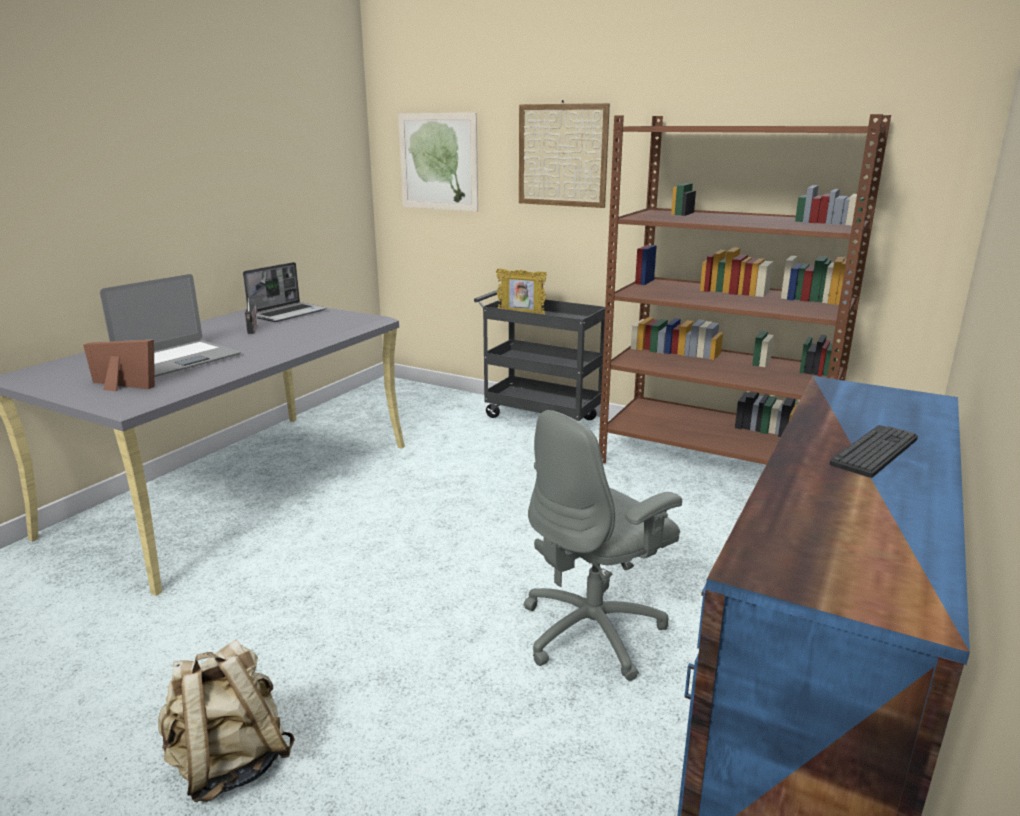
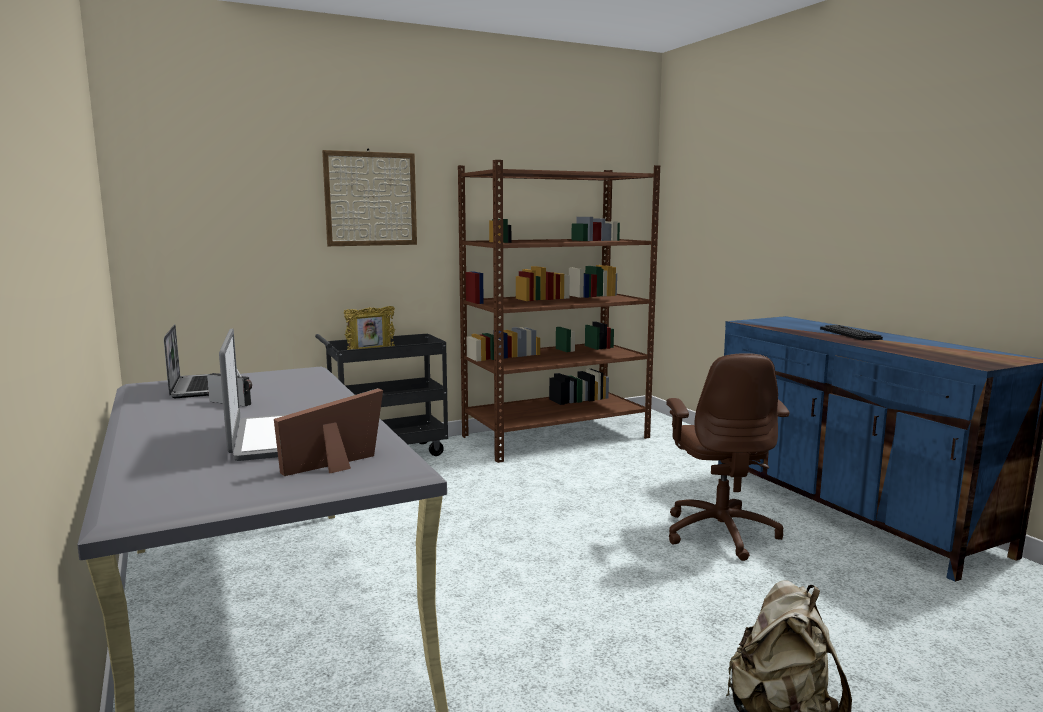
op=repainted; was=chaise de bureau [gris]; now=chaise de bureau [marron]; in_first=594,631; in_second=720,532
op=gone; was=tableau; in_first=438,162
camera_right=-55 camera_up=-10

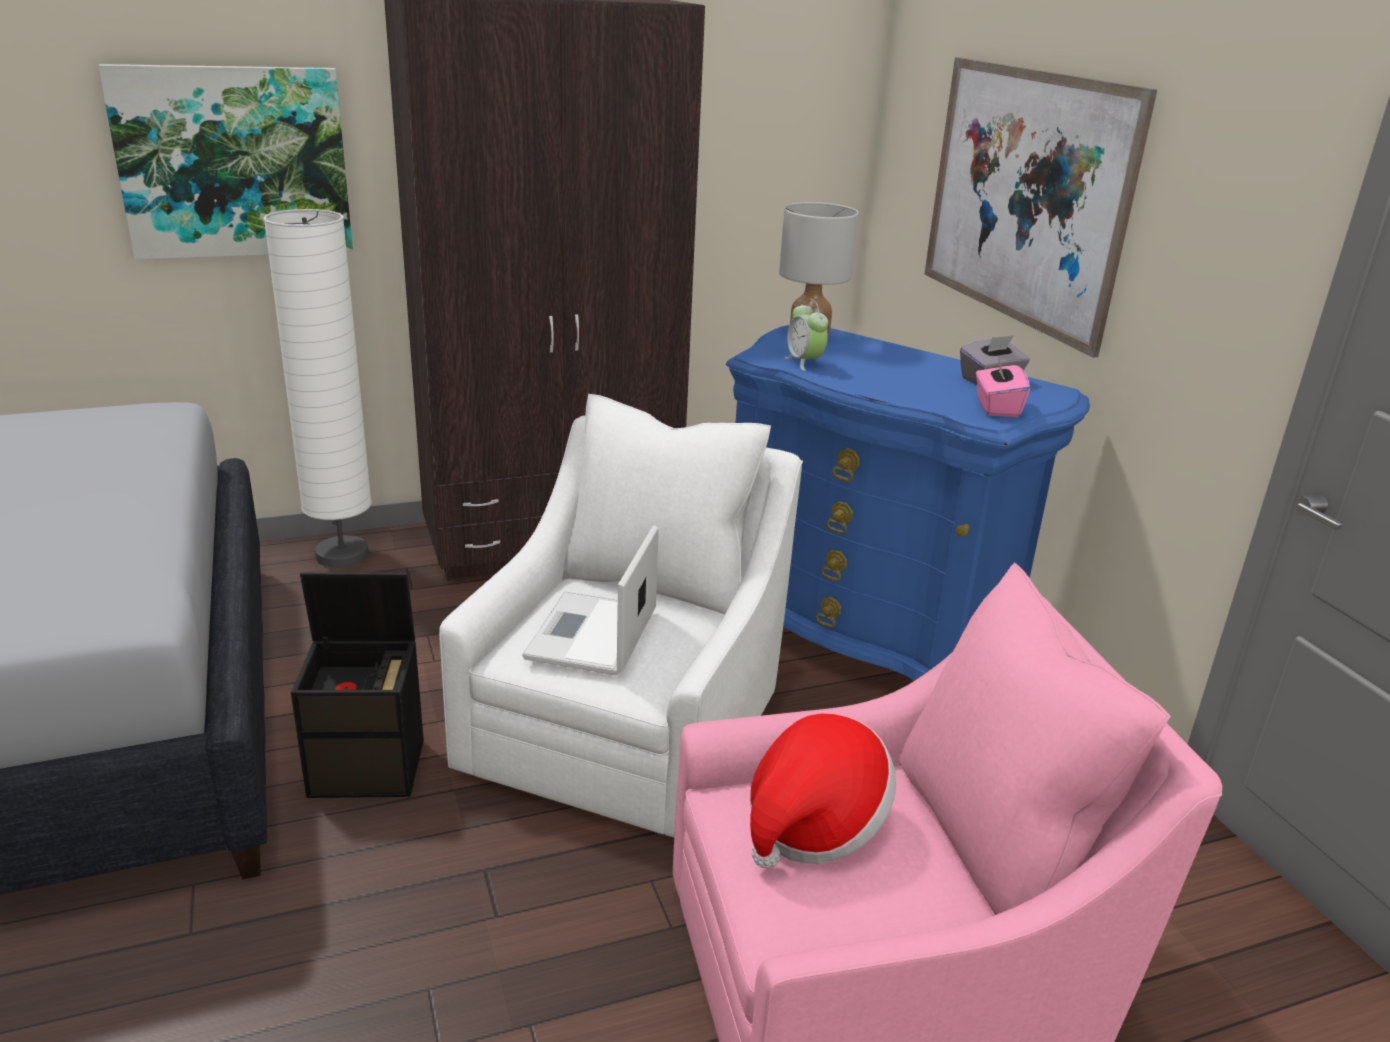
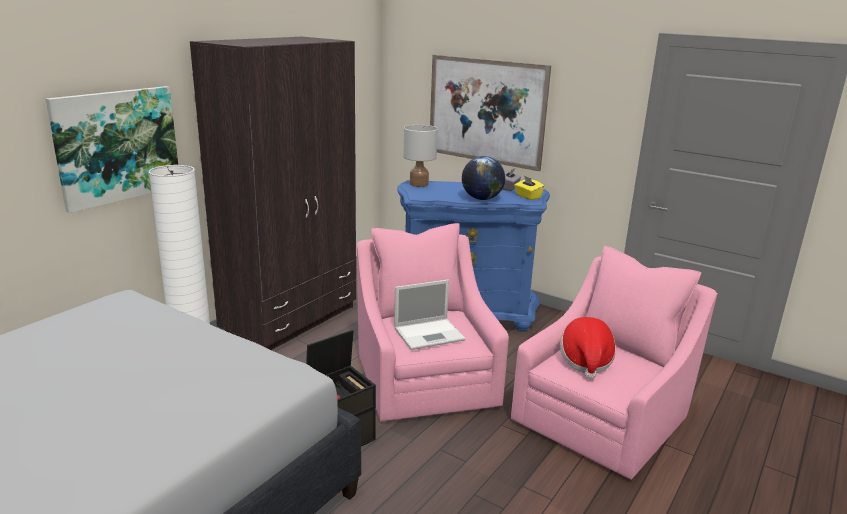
op=repainted; was=fauteuil [blanc]; now=fauteuil [rose]; in_first=630,725; in_second=424,378
op=rotated; was=ordinateur portable; in_first=591,636; in_second=430,334; clockwise=-90
op=new; now=globe; in_second=481,199
op=repainted; was=boîte à mouchoirs [rose]; now=boîte à mouchoirs [jaune]; in_first=996,407; in_second=527,197
op=gone; was=réveil; in_first=804,363
camera_right=-35 camera_up=-5

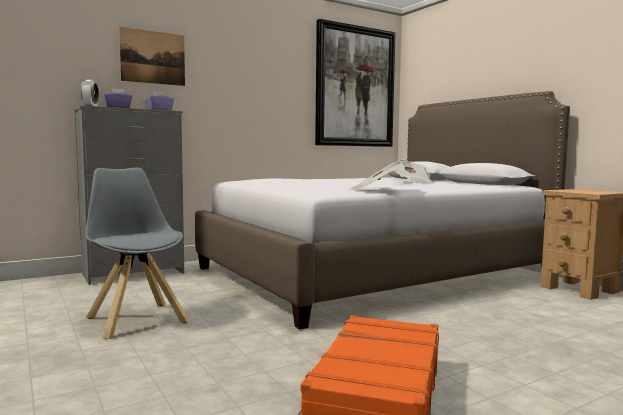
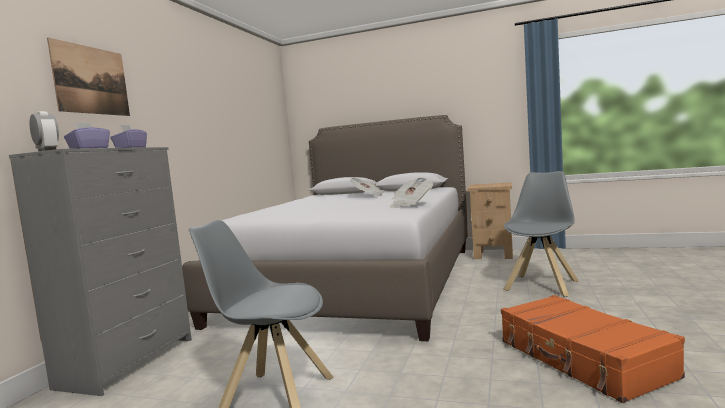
op=new; now=chaise [gris]; in_second=542,284
op=gone; was=tableau; in_first=355,87
camera_right=-40 camera_up=0

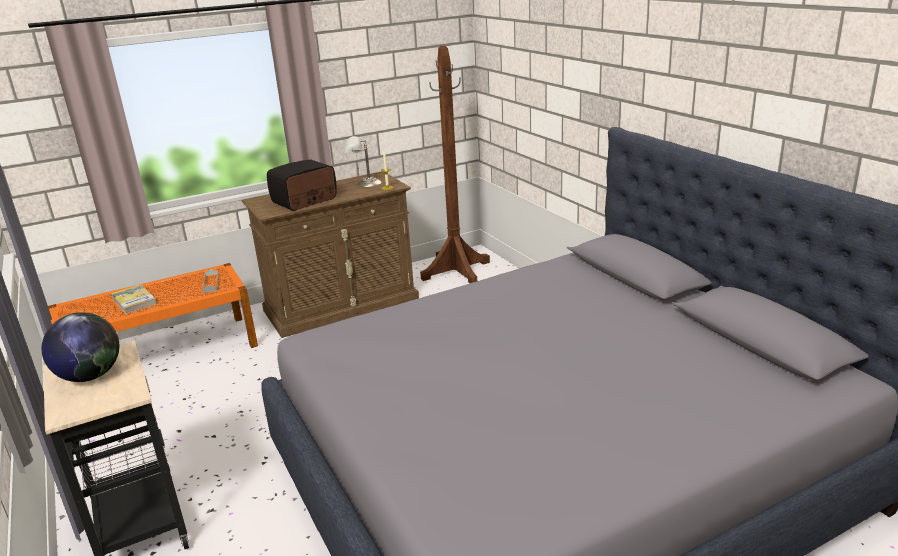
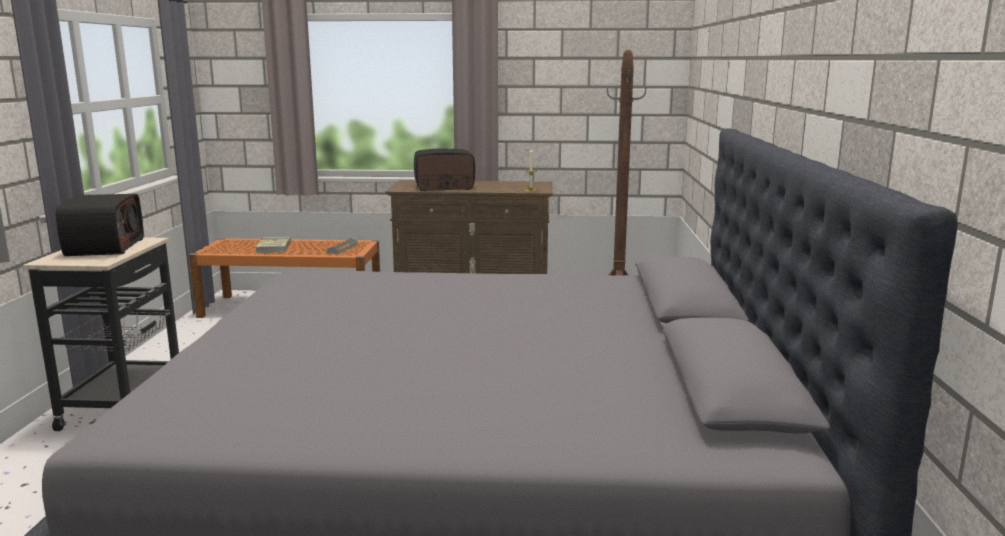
op=swapped; was=globe; now=radio; in_first=90,376; in_second=103,247
op=gone; was=lampe de table [blanc]; in_first=364,183
camera_right=30 camera_up=-10

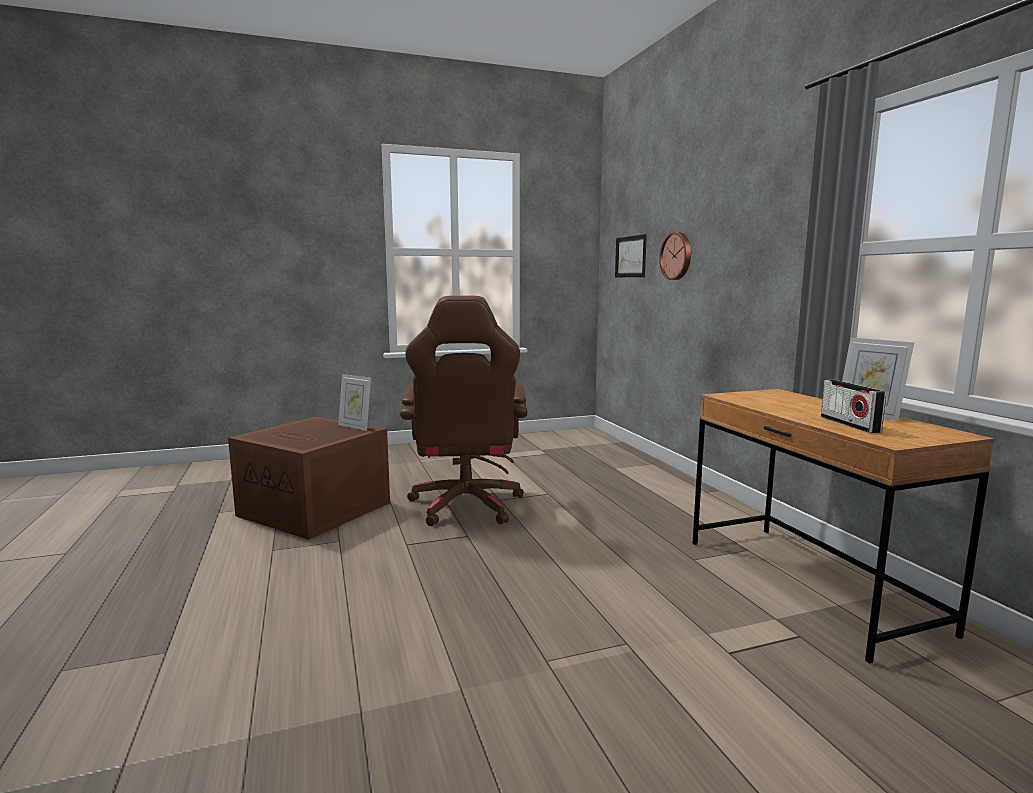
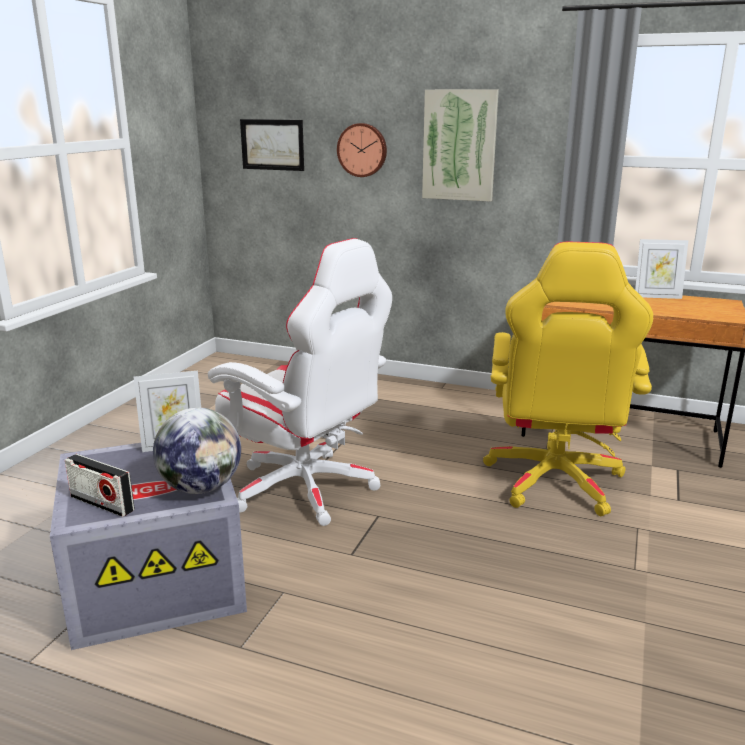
op=repainted; was=boîte de rangement [marron]; now=boîte de rangement [gris]; in_first=317,509; in_second=159,577
op=shifted; was=radio; in_first=849,424; in_second=102,503
op=new; now=globe; in_second=201,487
op=repainted; was=chaise de bureau [marron]; now=chaise de bureau [blanc]; in_first=466,505; in_second=303,488
op=new; now=tableau; in_second=459,145
op=new; now=chaise de bureau [jaune]; in_second=554,480
camera_right=-50 camera_up=10

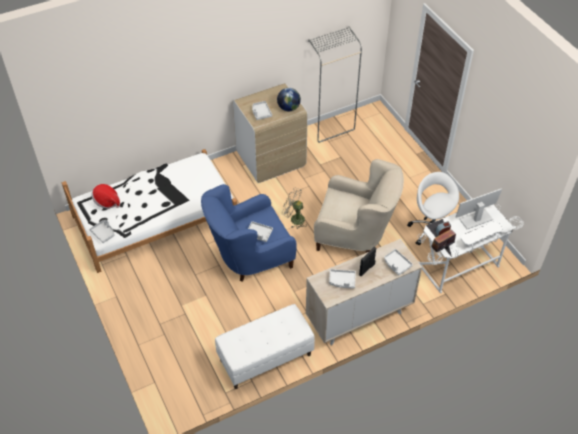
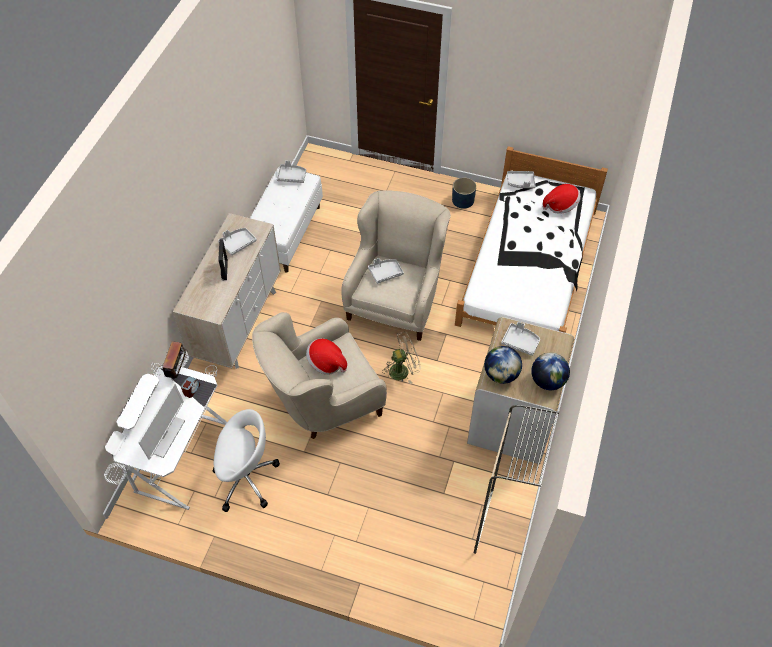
op=shifted; was=plateau [gris]; in_first=396,264; in_second=292,176
op=new; now=chapeau; in_second=326,363
op=repainted; was=fauteuil [bleu]; now=fauteuil [beige]; in_first=249,258; in_second=396,298
op=new; now=cache-pot [bleu]; in_second=463,200
op=new; now=globe; in_second=547,381
camera_right=135 camera_up=5

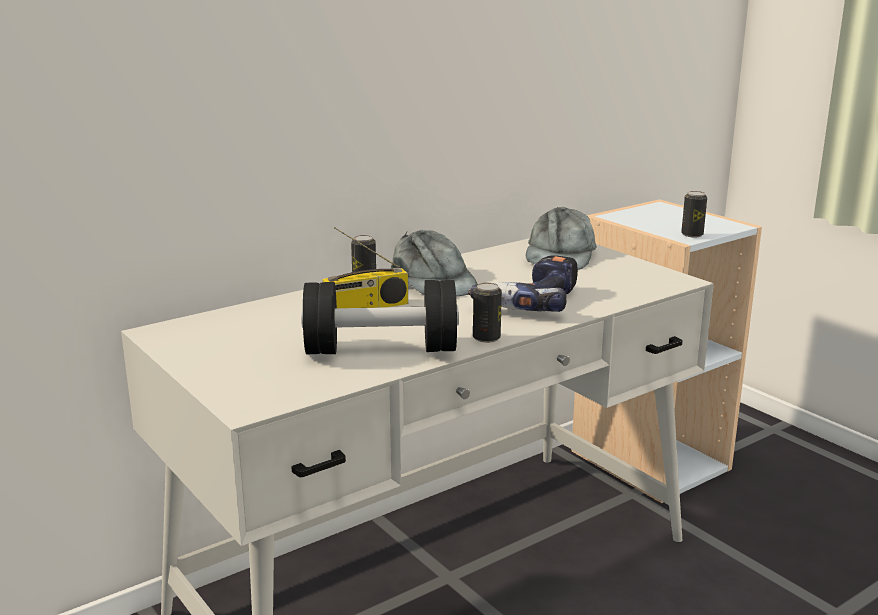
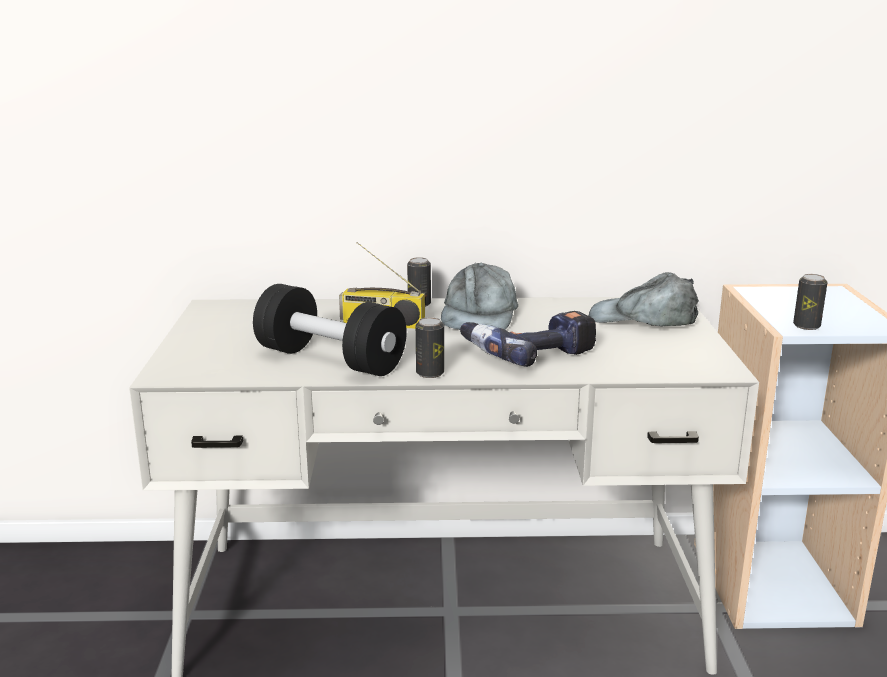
op=rotated; was=casquette [gris]; in_first=560,254; in_second=643,318; clockwise=60
camera_right=35 camera_up=0

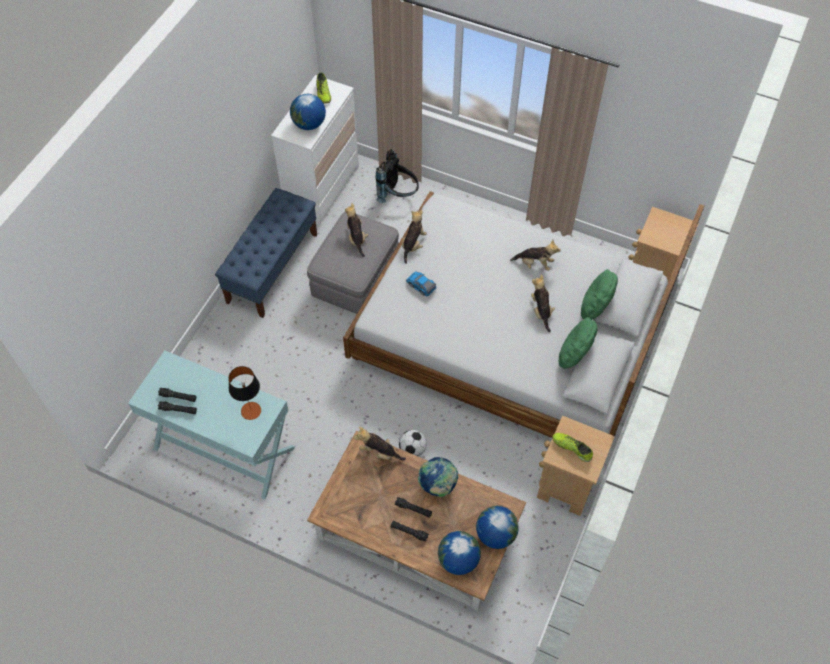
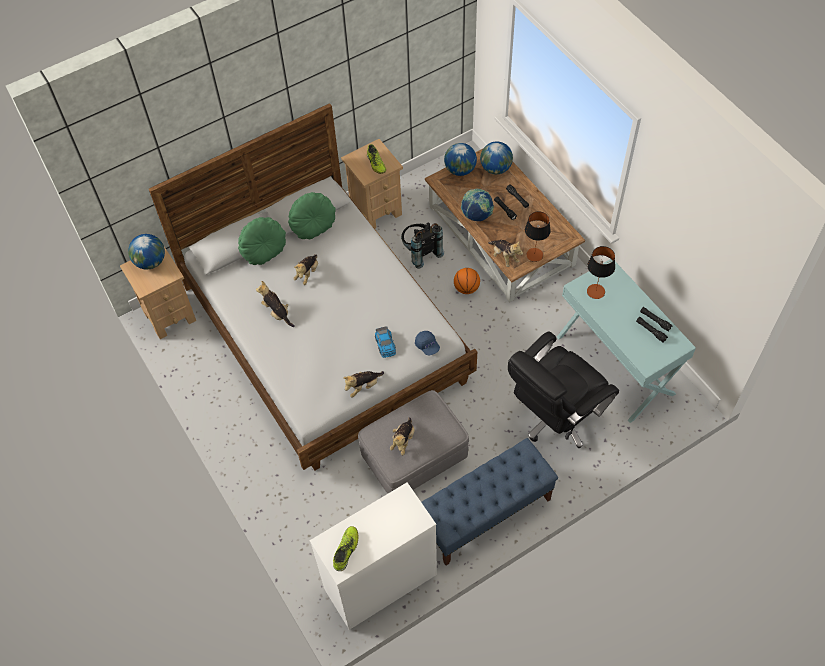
op=shifted; was=globe; in_first=309,124; in_second=150,262
op=shifted; was=sac à dos [noir]; in_first=398,195; in_second=420,252
op=new; now=casquette [bleu]; in_second=427,346
op=swapped; was=ballon de foot; now=ballon de basket; in_first=412,449; in_second=466,288
op=new; now=chaise de bureau [noir]; in_second=554,419
op=new; now=lampe de table; in_second=534,255
camera_right=-145 camera_up=0

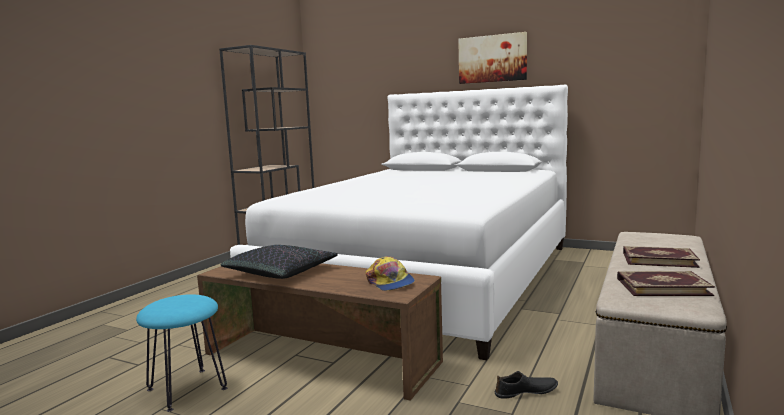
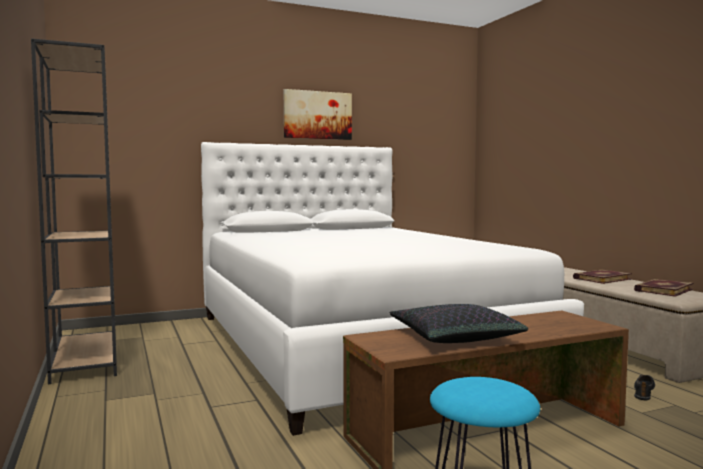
op=gone; was=casquette; in_first=390,282
camera_right=-50 camera_up=-5

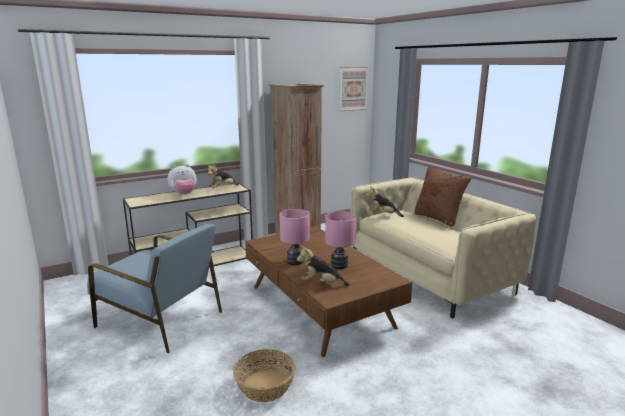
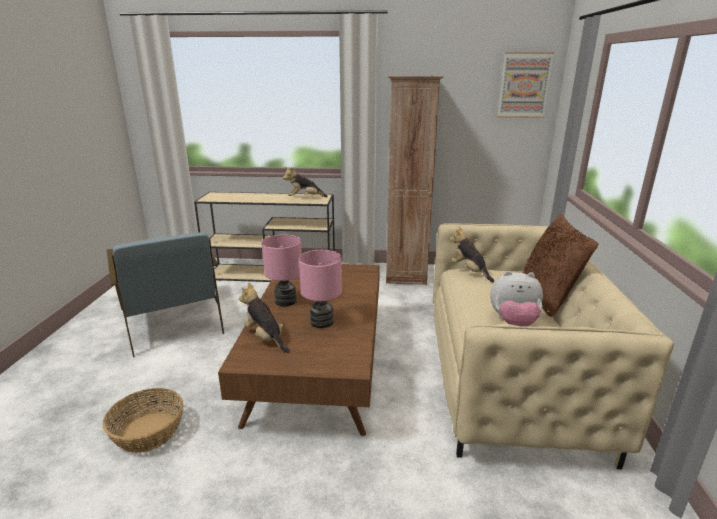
op=shifted; was=peluche; in_first=184,195; in_second=513,323
camera_right=35 camera_up=5

